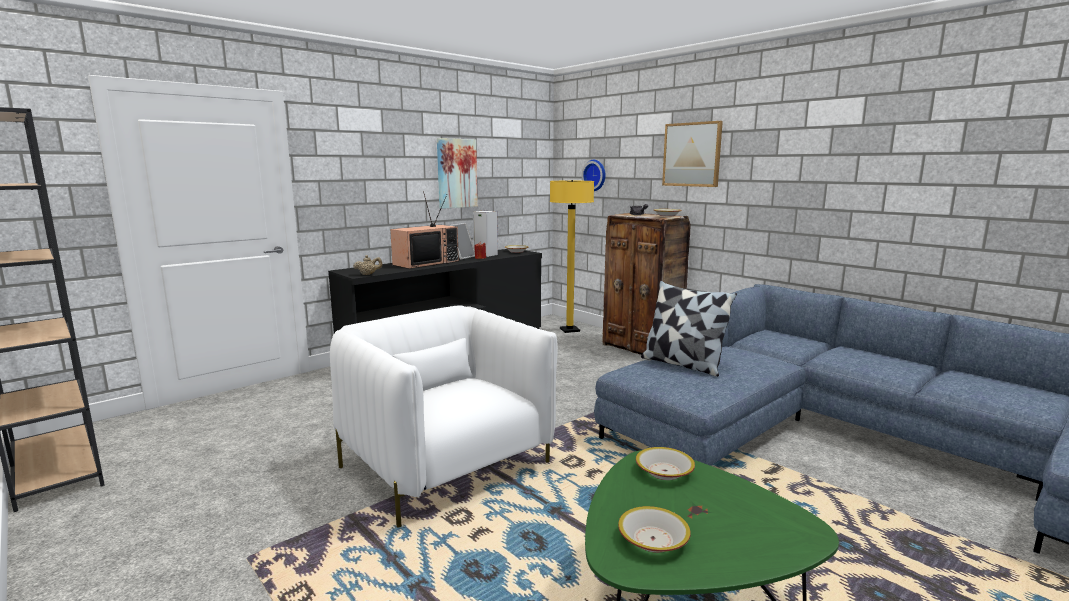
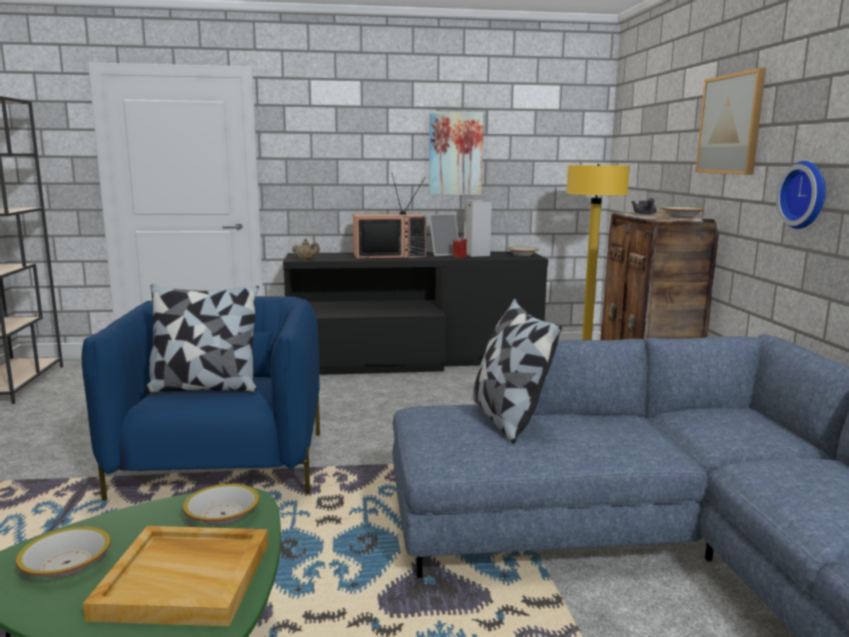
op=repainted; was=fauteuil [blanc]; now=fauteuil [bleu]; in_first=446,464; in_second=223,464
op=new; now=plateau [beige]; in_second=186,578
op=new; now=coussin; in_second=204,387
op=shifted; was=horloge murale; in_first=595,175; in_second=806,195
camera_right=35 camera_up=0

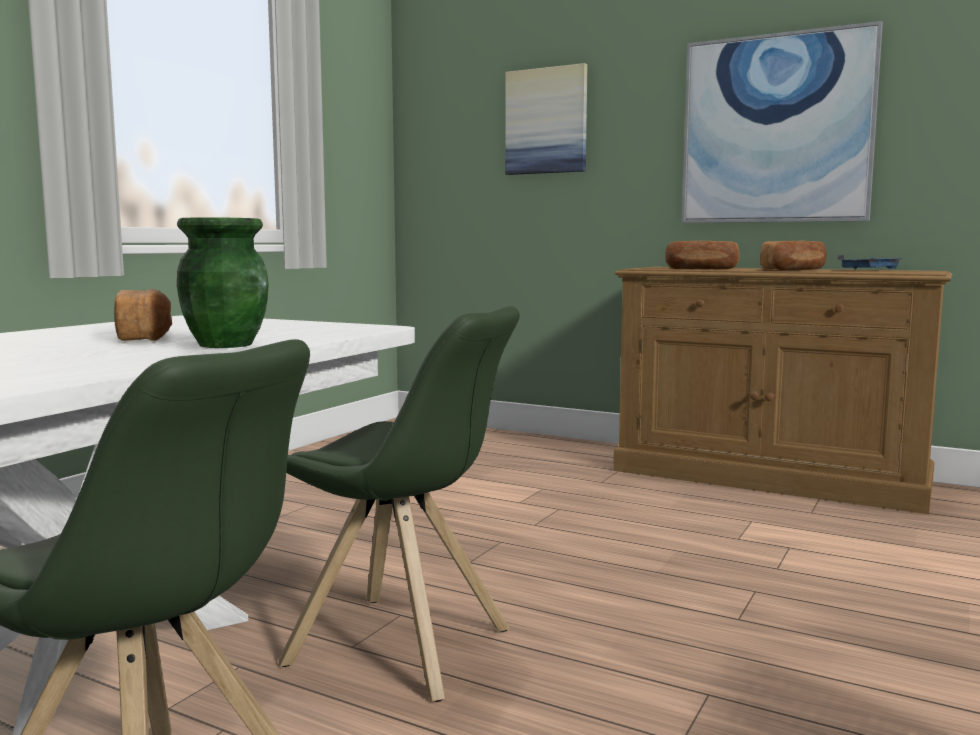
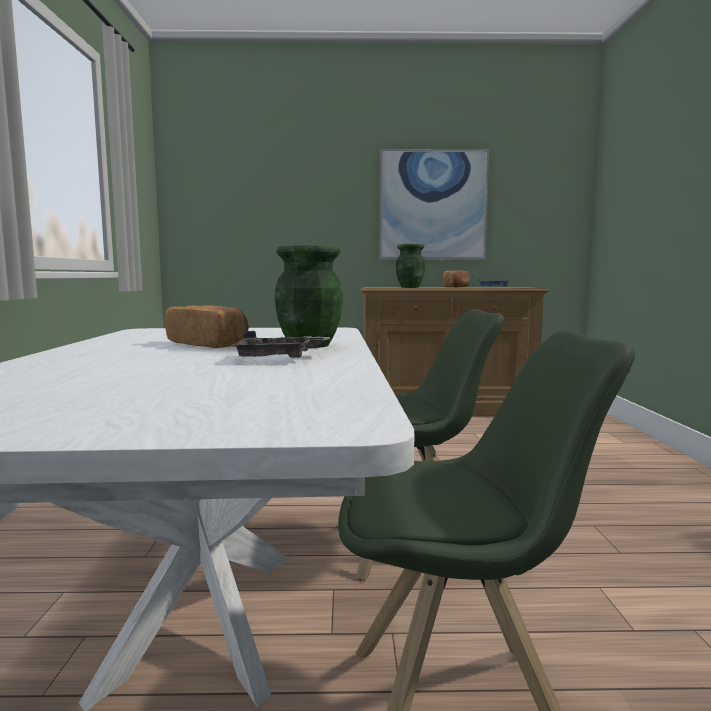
op=new; now=plateau [gris]; in_second=278,358
op=swapped; was=pain; now=vase [vert]; in_first=701,269; in_second=409,287
op=gone; was=tableau; in_first=546,121
camera_right=-30 camera_up=0

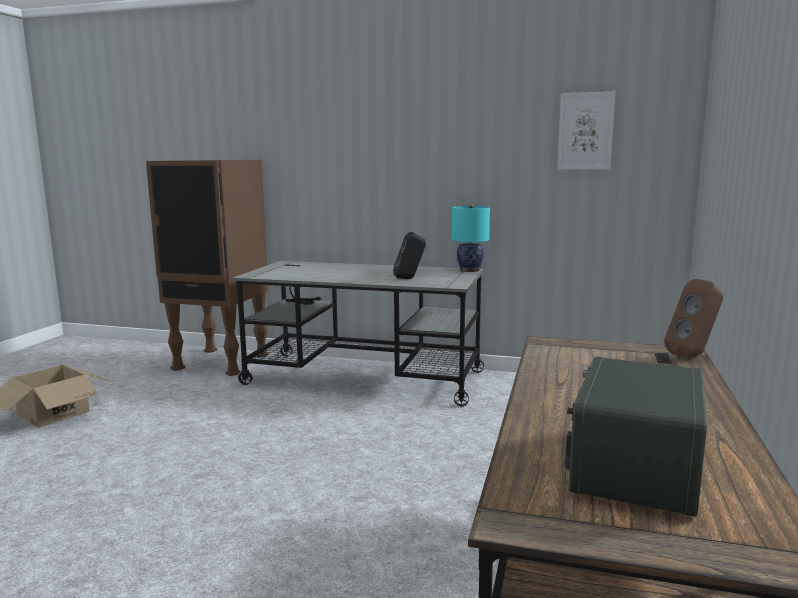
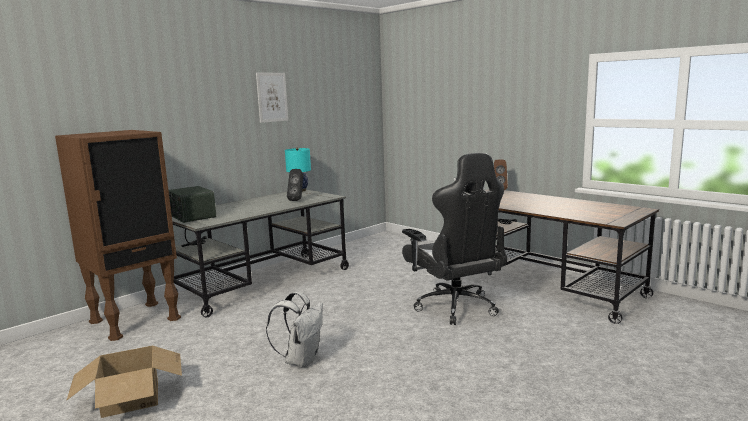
op=shifted; was=radio; in_first=632,467; in_second=191,216
op=shifted; was=tableau; in_first=585,131; in_second=272,97
op=new; now=sac à dos [blanc]; in_second=301,360
op=new; now=chaise de bureau [noir]; in_second=453,306
camera_right=-60 camera_up=0

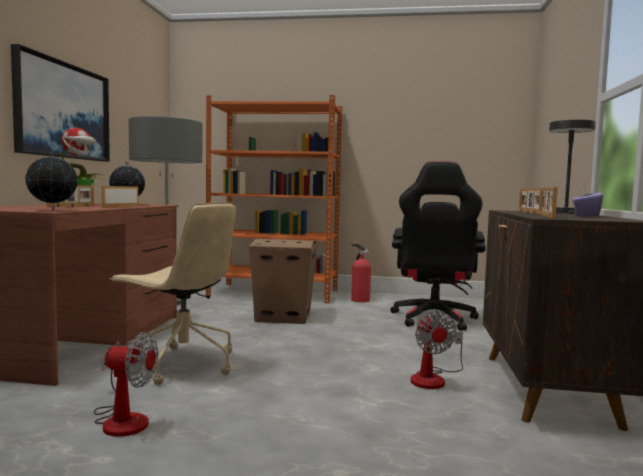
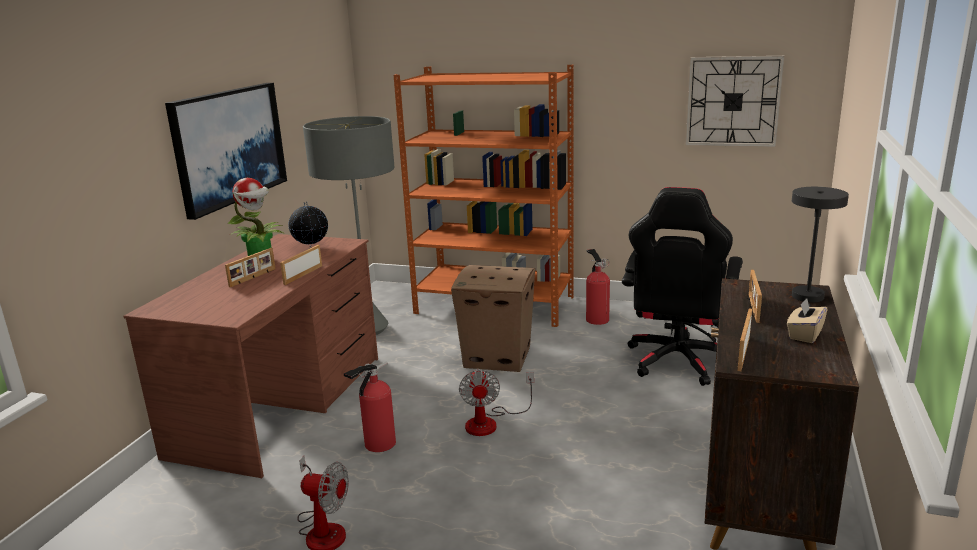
op=swapped; was=chaise de bureau [beige]; now=extincteur; in_first=179,363; in_second=377,445
op=shifted; was=ventilateur; in_first=433,378; in_second=490,422
op=new; now=horloge murale; in_second=733,101
op=repainted; was=boîte à mouchoirs [violet]; now=boîte à mouchoirs [beige]; in_first=585,216; in_second=804,334
op=gone; was=globe; in_first=52,209
camera_right=10 camera_up=15

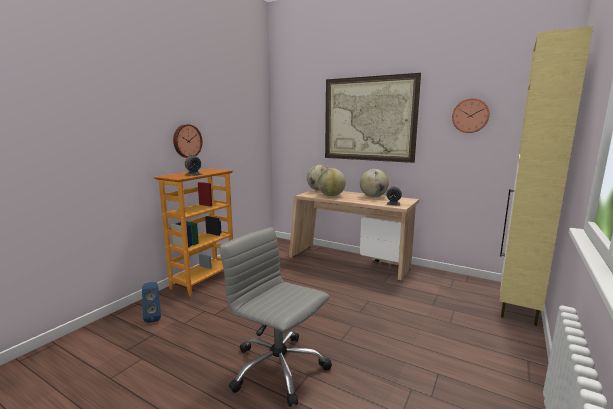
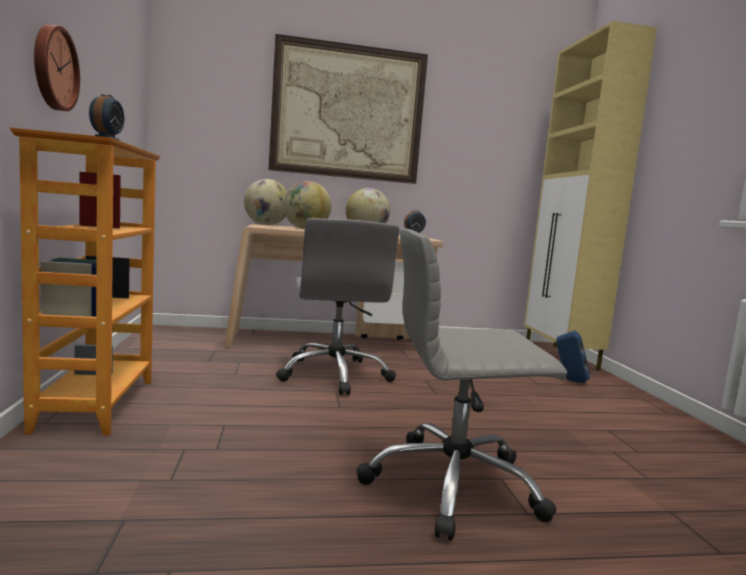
op=new; now=chaise de bureau [gris]; in_second=335,375
op=shifted; was=enceinte [bleu]; in_first=153,317; in_second=569,380
op=gone; was=horloge murale; in_first=470,115
camera_right=-40 camera_up=-5

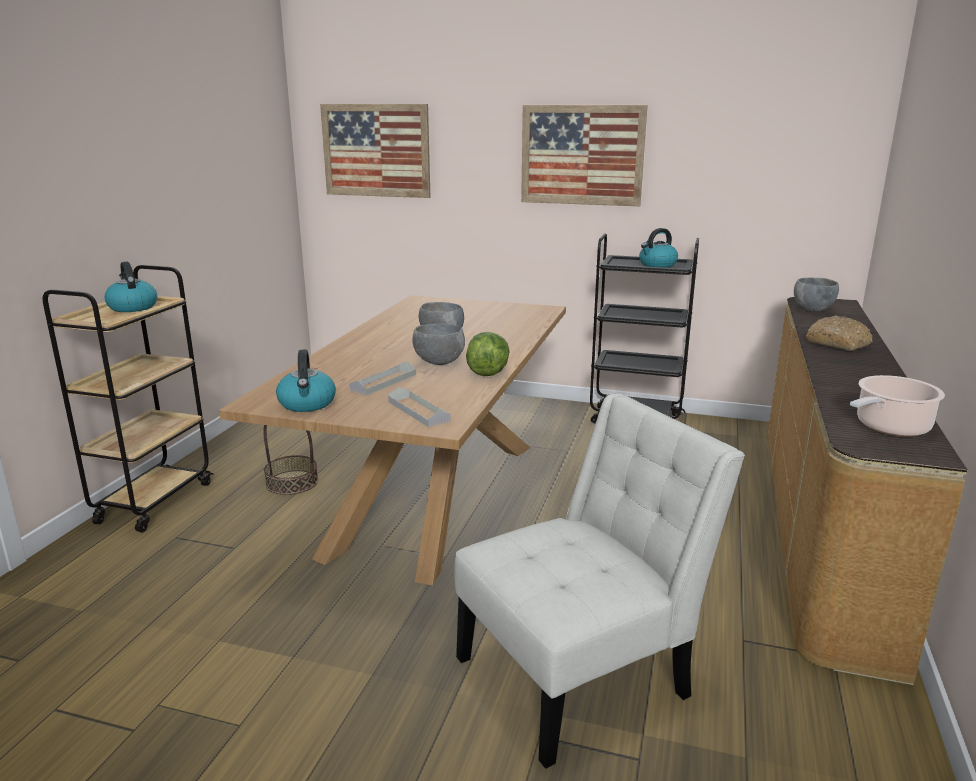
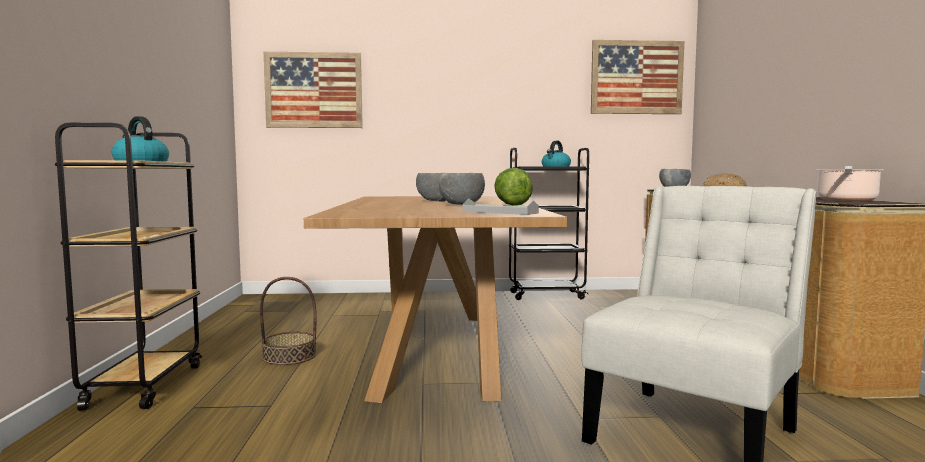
op=shifted; was=tableau; in_first=582,155; in_second=636,77
op=gone; was=bouilloire; in_first=307,404
op=gone; was=plateau [gris]; in_first=383,382
camera_right=-20 camera_up=-15

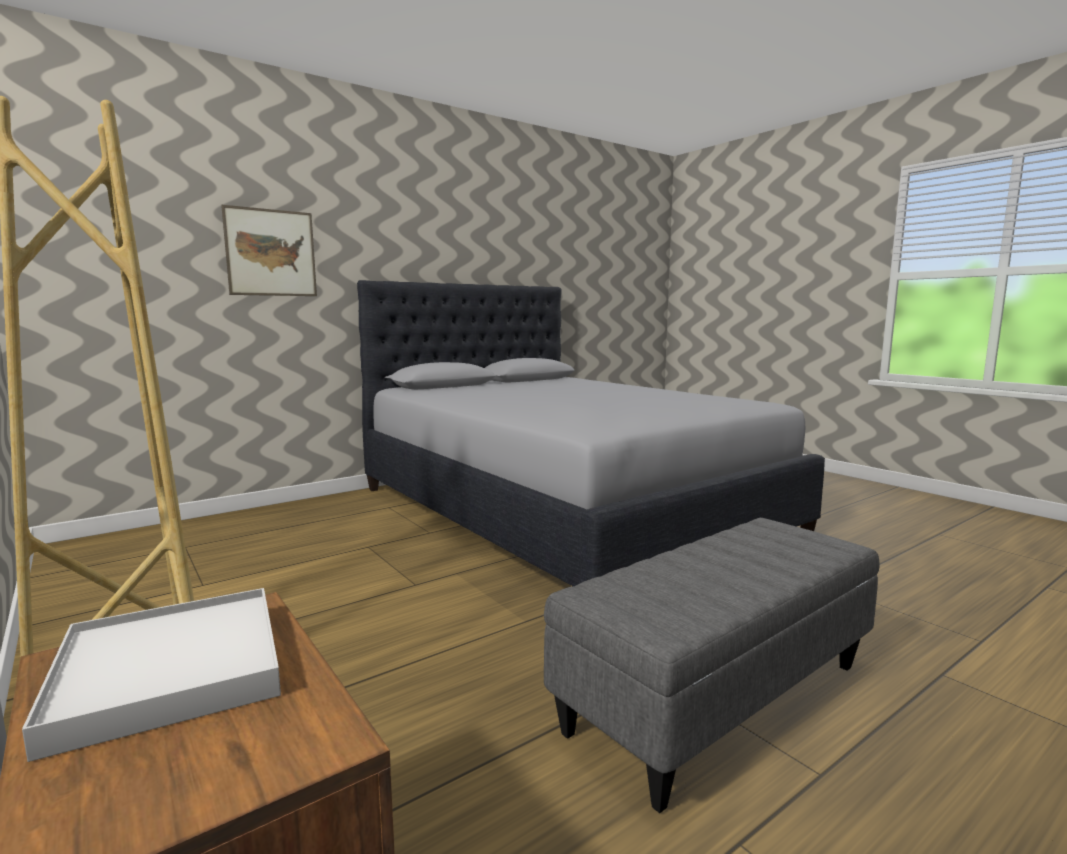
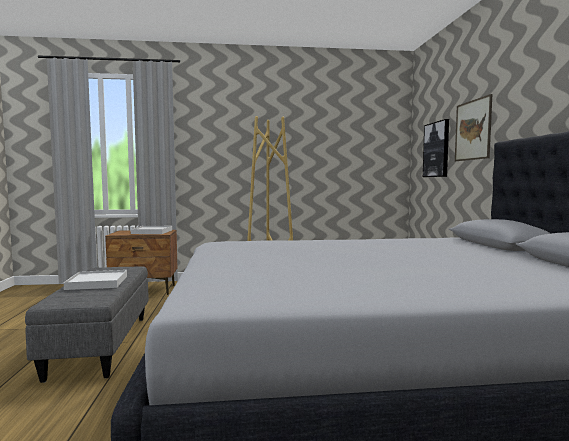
op=new; now=plateau [blanc]; in_second=97,282
op=new; now=tableau; in_second=436,149
camera_right=120 camera_up=-5

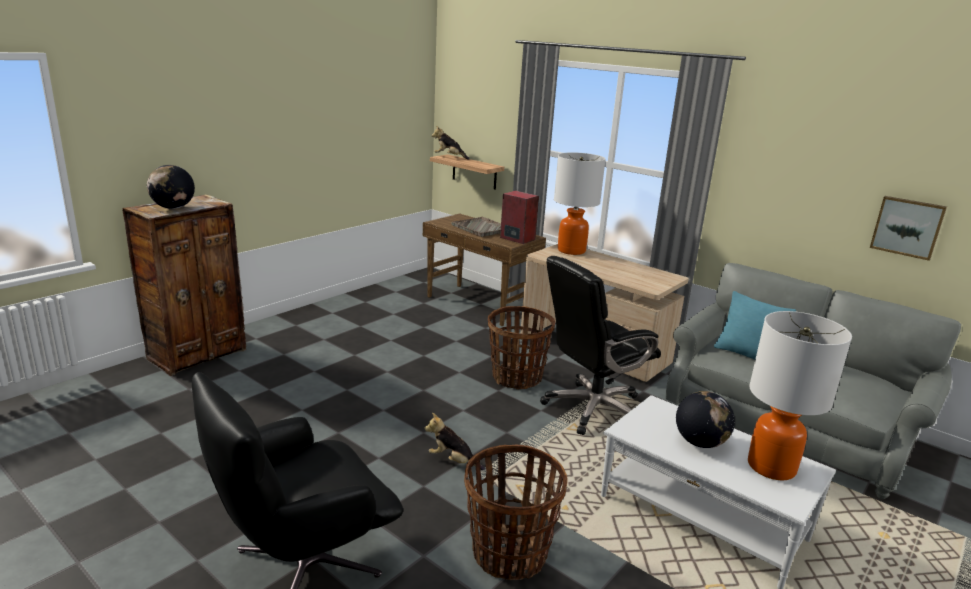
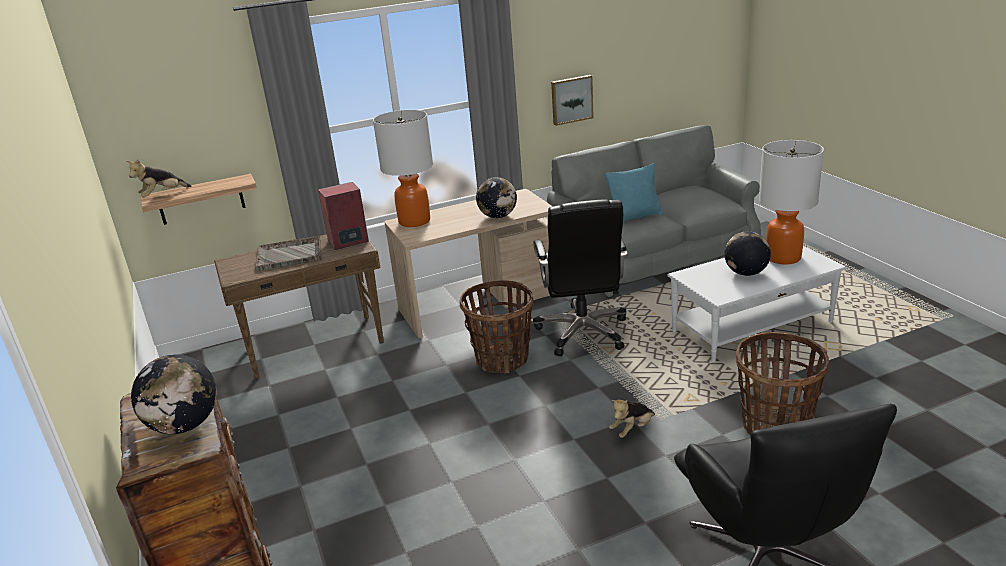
op=new; now=globe; in_second=498,216
op=shifted; was=tableau; in_first=907,227; in_second=571,99
camera_right=-60 camera_up=5

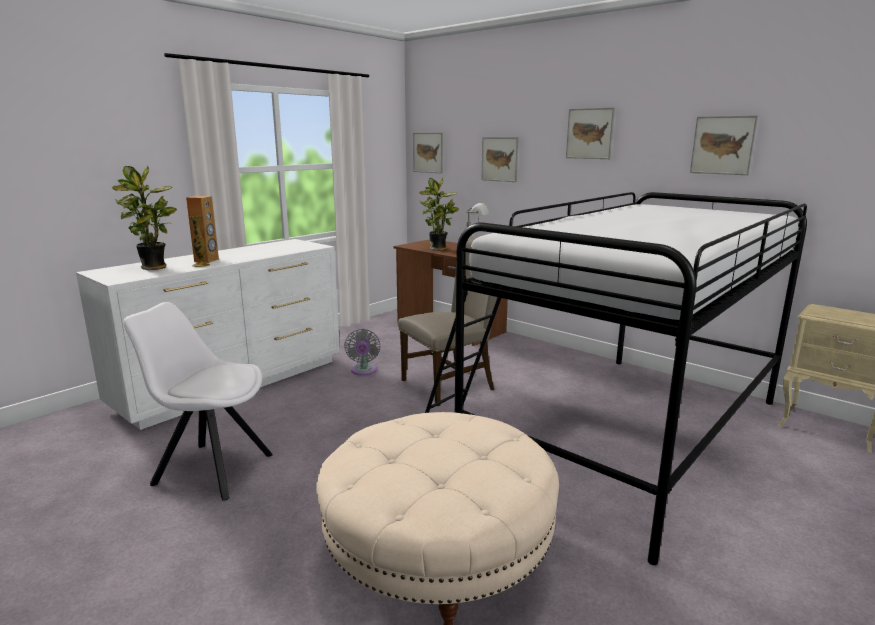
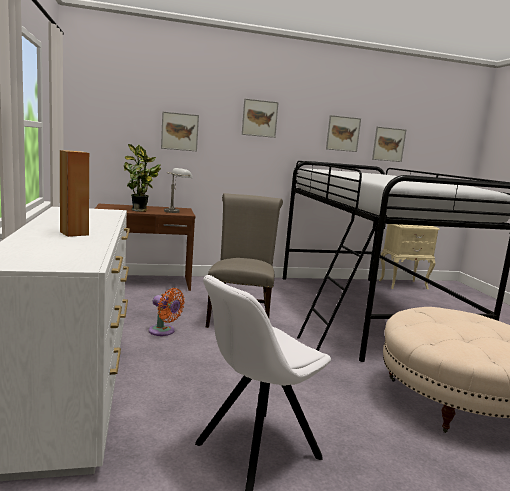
op=repainted; was=ventilateur [gris]; now=ventilateur [orange]; in_first=363,371; in_second=163,331
op=shifted; was=tableau; in_first=428,152; in_second=388,144
op=gone; was=plante en pot; in_first=154,268
op=gone; was=vase; in_first=201,265
camera_right=-55 camera_up=-5

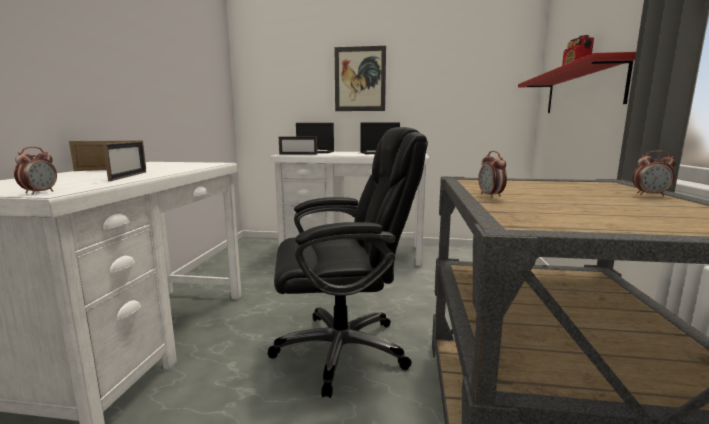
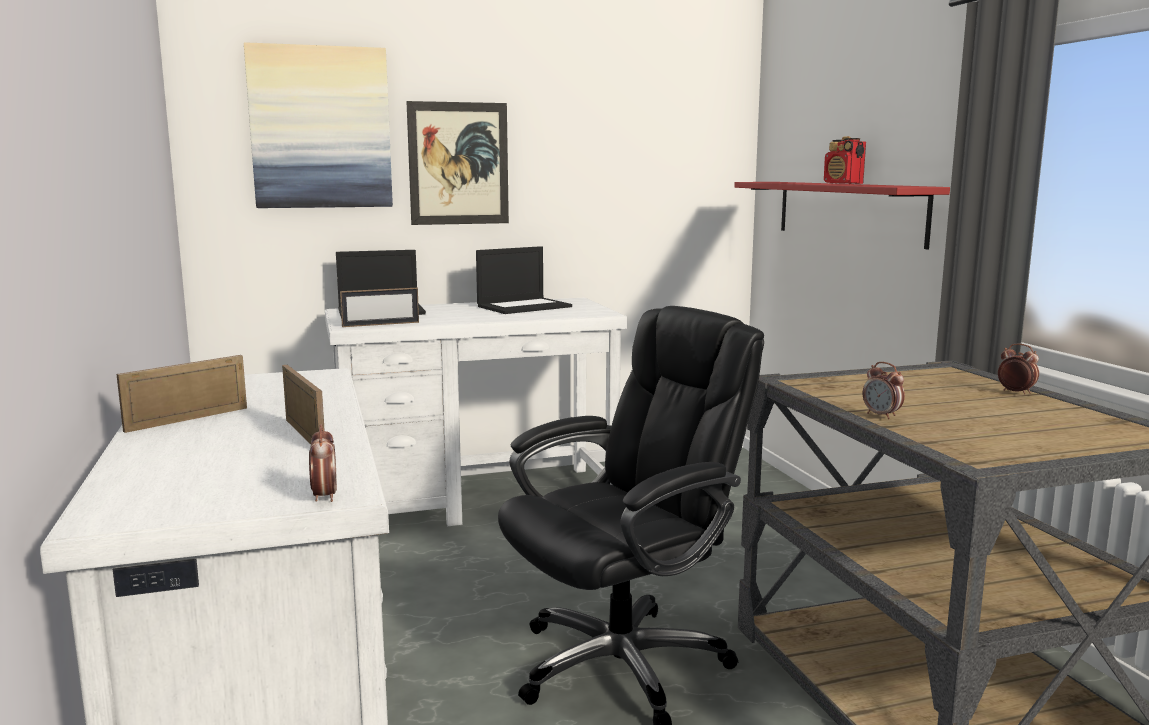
op=new; now=tableau; in_second=320,128
op=rotated; was=réveil; in_first=650,195; in_second=1015,392; clockwise=-120
camera_right=-25 camera_up=0

